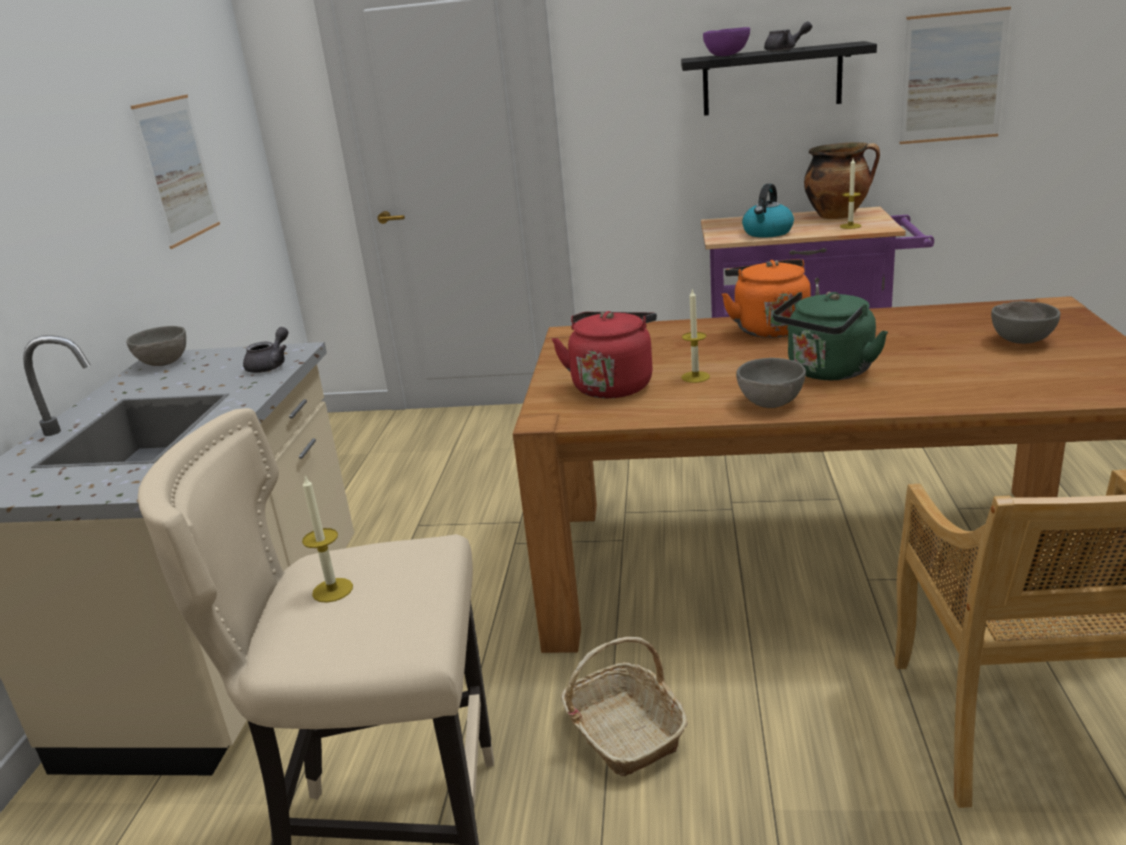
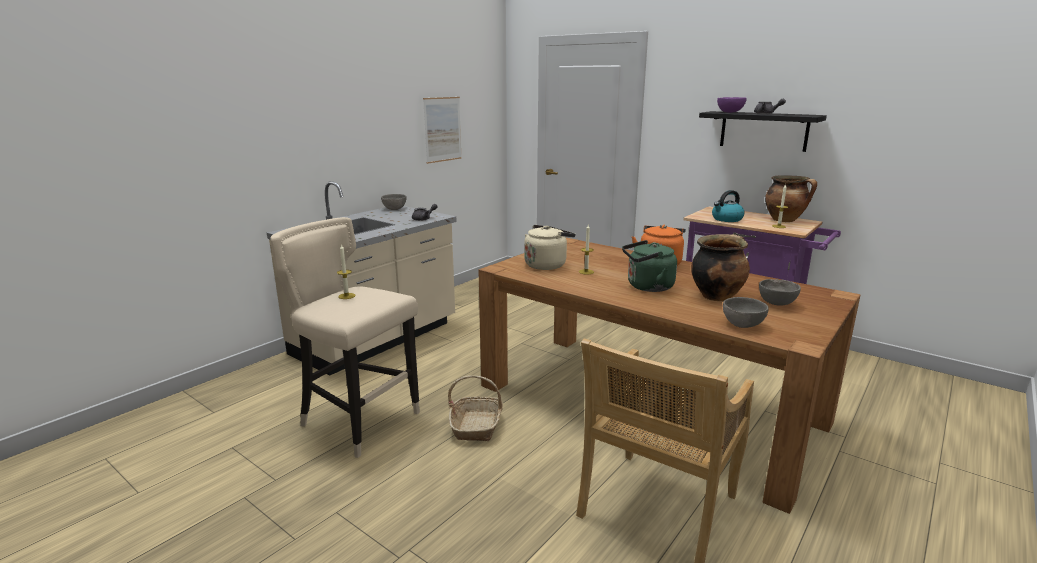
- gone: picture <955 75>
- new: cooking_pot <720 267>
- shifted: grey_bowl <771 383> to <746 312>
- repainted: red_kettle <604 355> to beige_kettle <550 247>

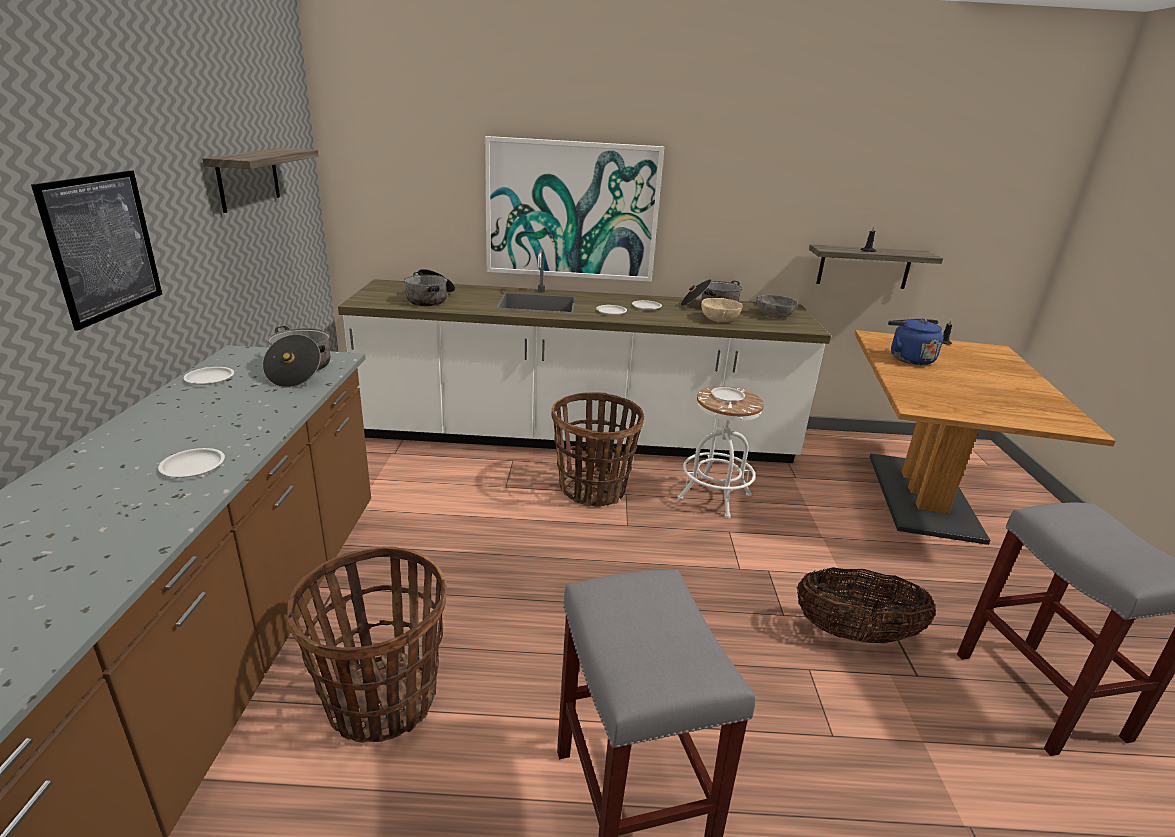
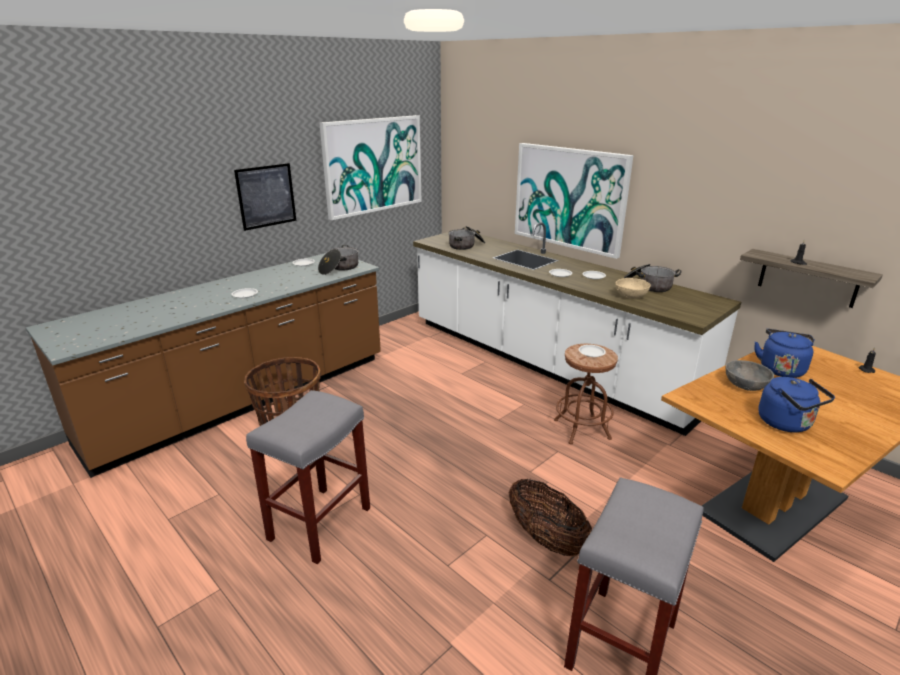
- gone: basket <598 449>
- new: blue_kettle <796 404>
- shifted: grey_bowl <777 306> to <750 375>
- swapped: shelf <260 180> to picture <370 167>
- repainted: white_stool <721 452> to brown_stool <586 394>

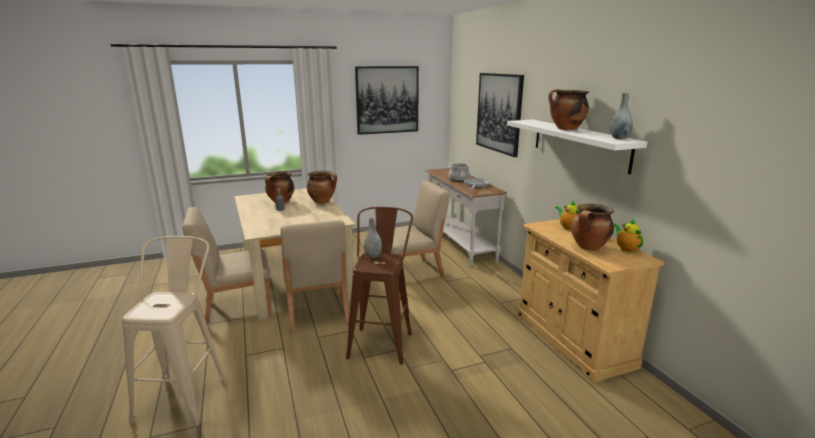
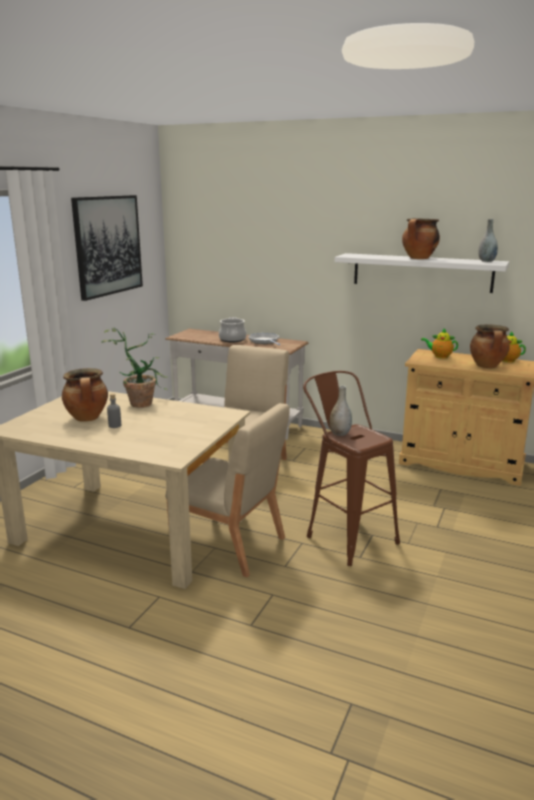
- gone: beige_stool <174 331>
- gone: beige_chair <227 266>
- gone: picture <500 115>
- swapped: cooking_pot <322 187> to potted_plant <135 368>

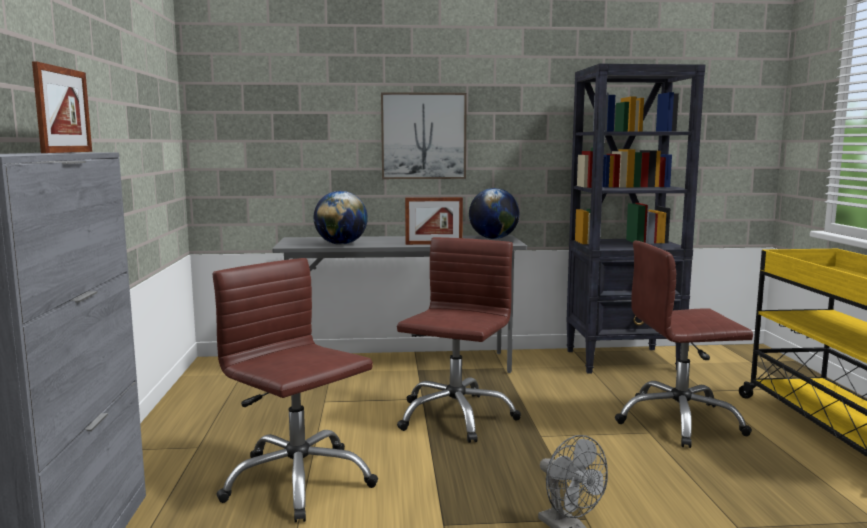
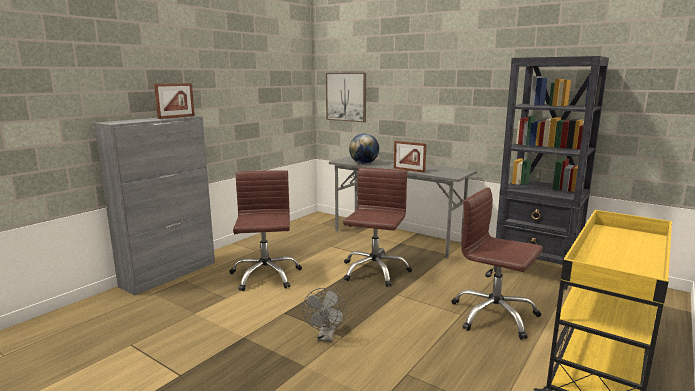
- gone: globe <494 213>
- shifted: picture <424 135> to <346 97>
- rotated: brown_office_chair <459 340> = <377 227> 45 degrees counterclockwise

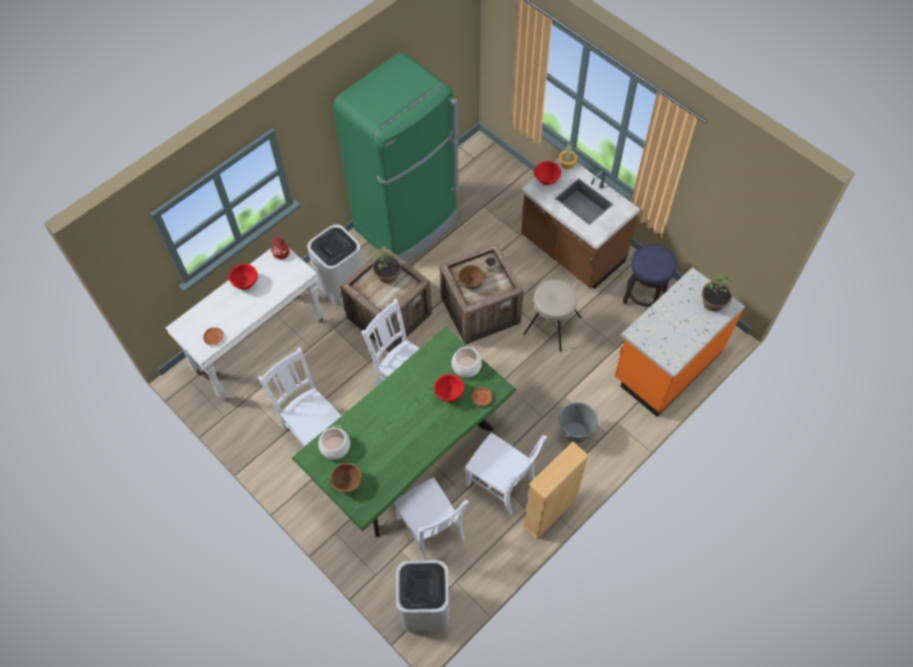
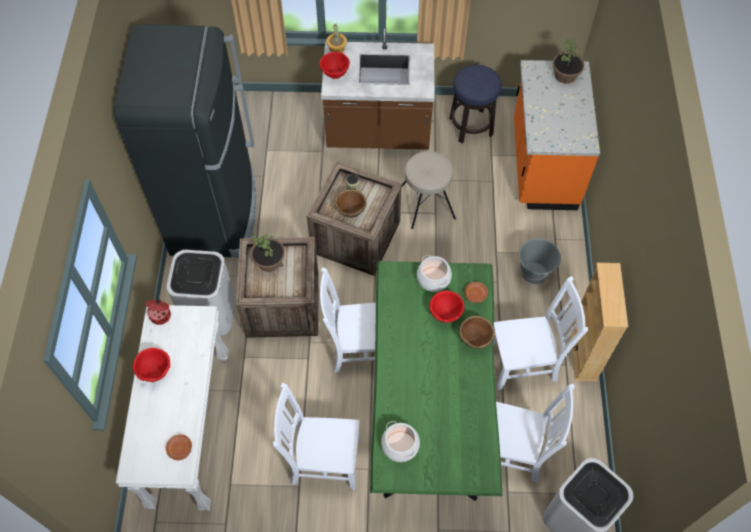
- shifted: brown_bowl <346 478> to <477 332>
- repainted: green_fridge <396 157> to black_fridge <185 140>

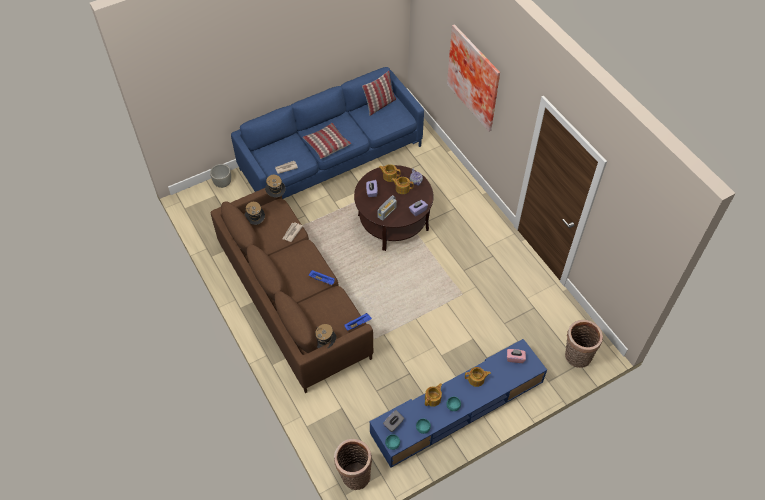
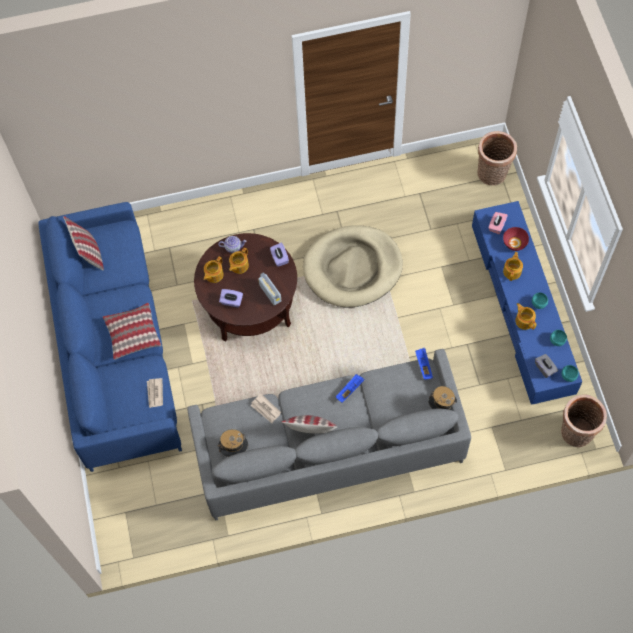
- gone: grey_planter <220 176>
- gone: hat <275 186>
- gone: picture <473 77>
- new: pillow <310 424>
- new: beige_dog_bed <353 266>
- new: red_bowl <516 239>
- repainted: brown_sofa <292 290> to grey_sofa <329 435>

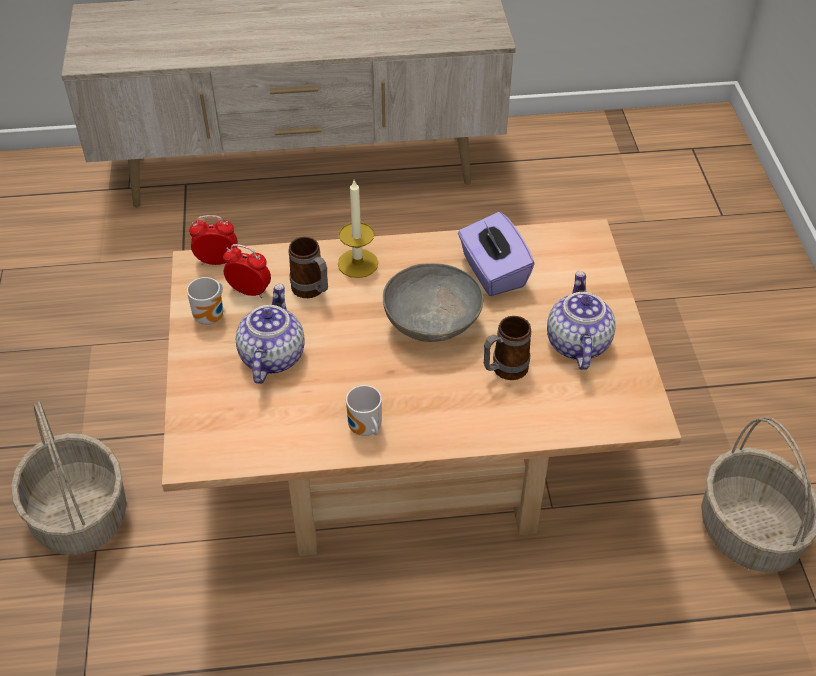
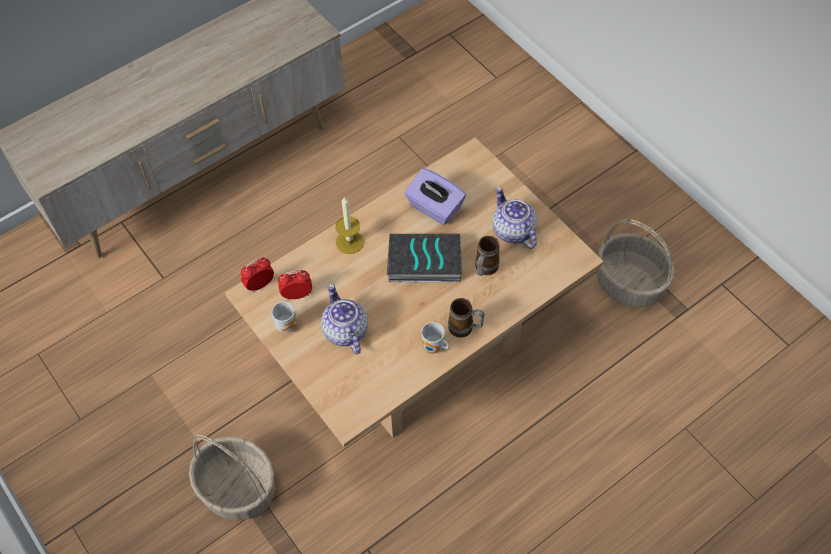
- shifted: mug <308 267> to <466 318>
- swapped: grey_bowl <433 302> to book <424 258>

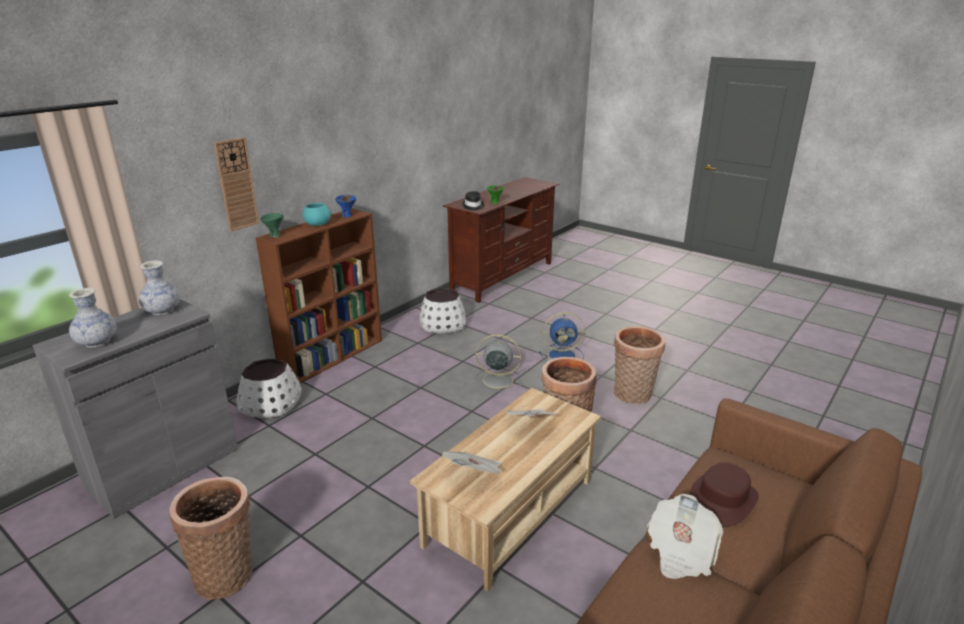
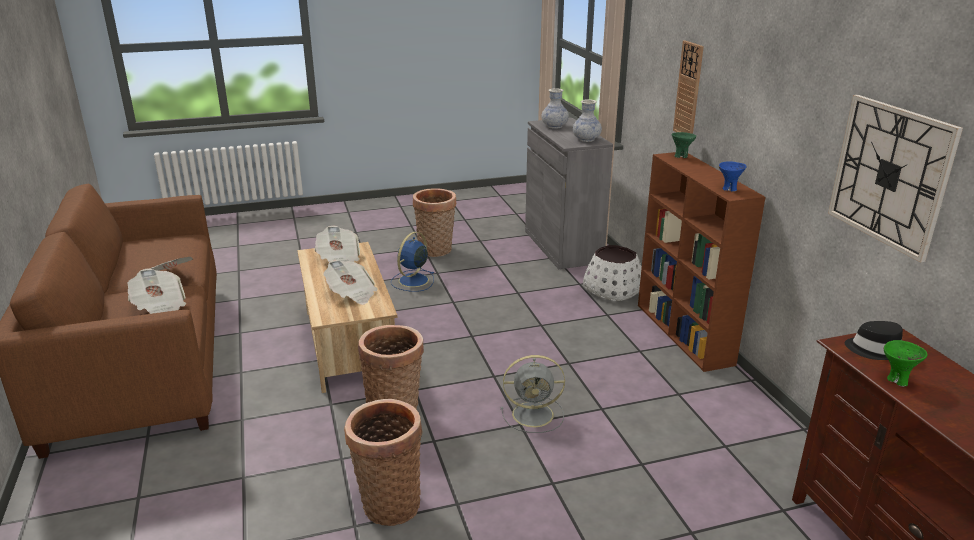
- gone: turquoise_bowl <317 214>
- gone: white_planter <442 310>
- new: wall_clock <895 178>
- shifted: blue_fan <562 337> to <412 262>
- swapped: brown_hat <724 495> to newspaper <156 291>
- rotated: grey_fan <498 363> = <533 394> 45 degrees clockwise

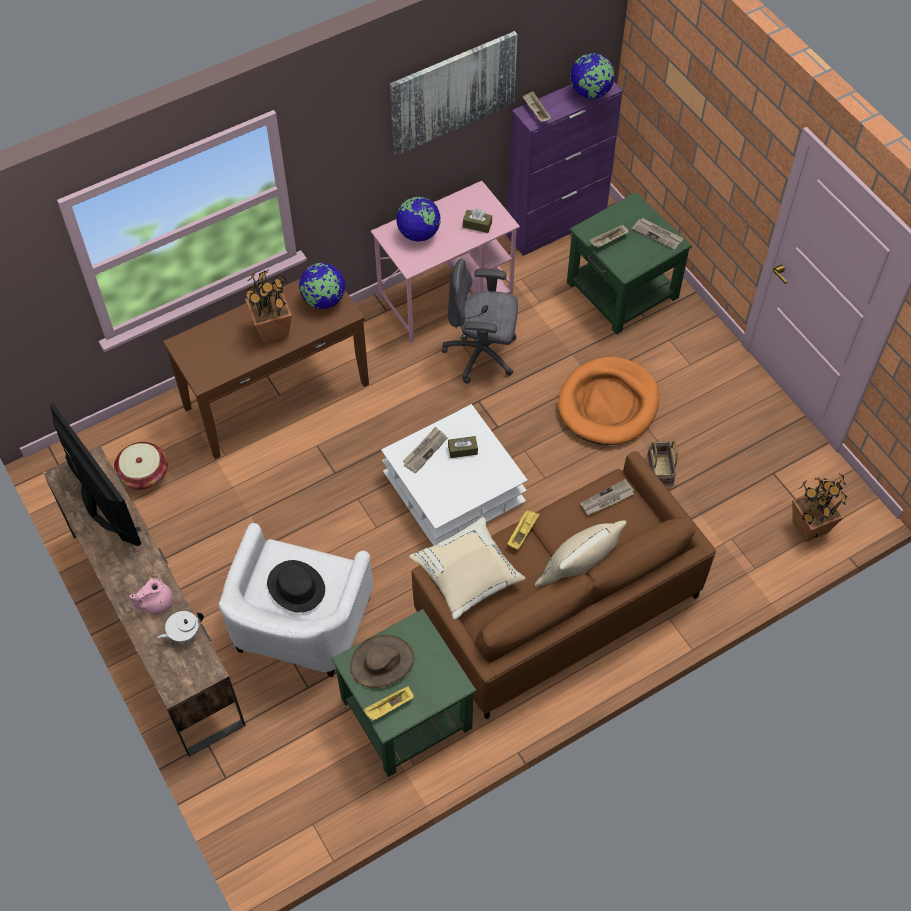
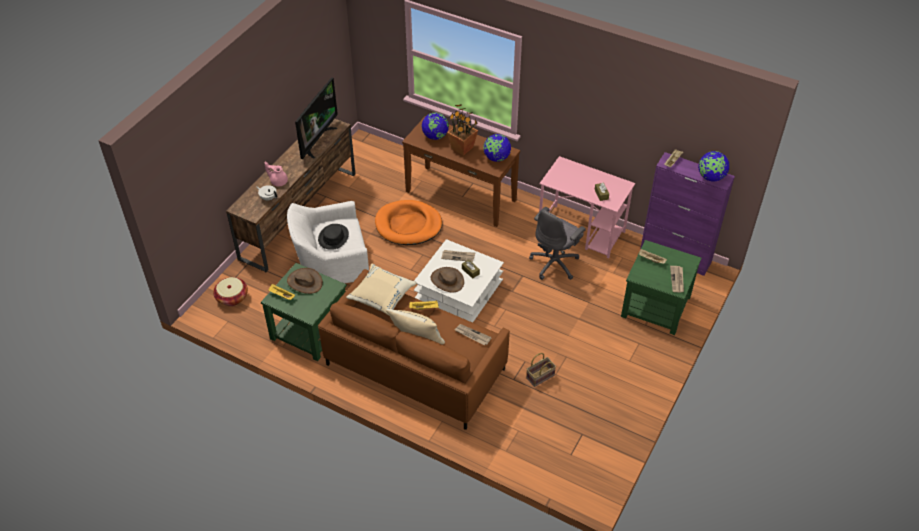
- gone: picture <454 93>
- gone: potted_plant <819 507>
- new: brown_hat <447 279>
- shifted: basket <141 466> to <230 291>
- shifted: globe <418 219> to <435 126>
- shifted: orange_dog_bed <608 401> to <408 222>
- rotated: grey_office_chair <480 321> = <557 243> 120 degrees counterclockwise

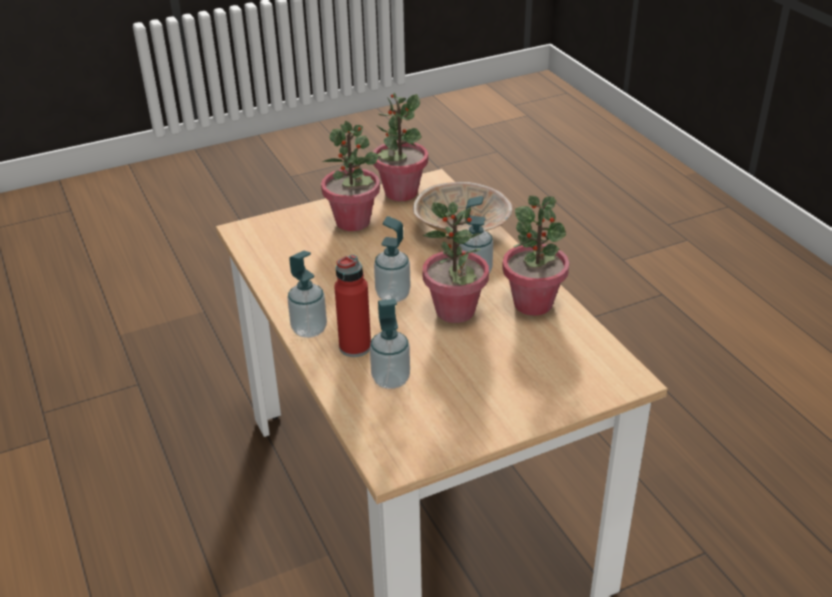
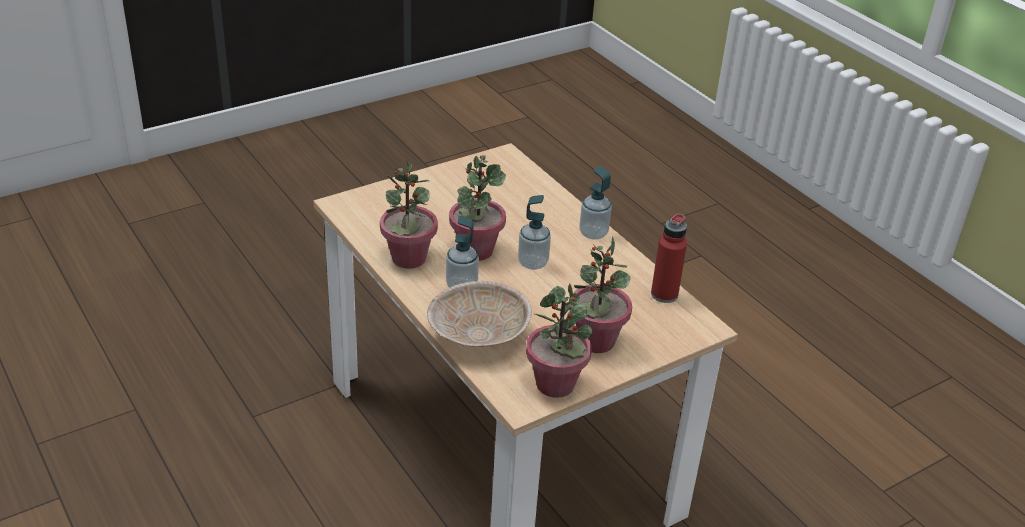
- gone: soap_dispenser <390 344>
- shifted: red_bottle <352 306> to <669 258>

